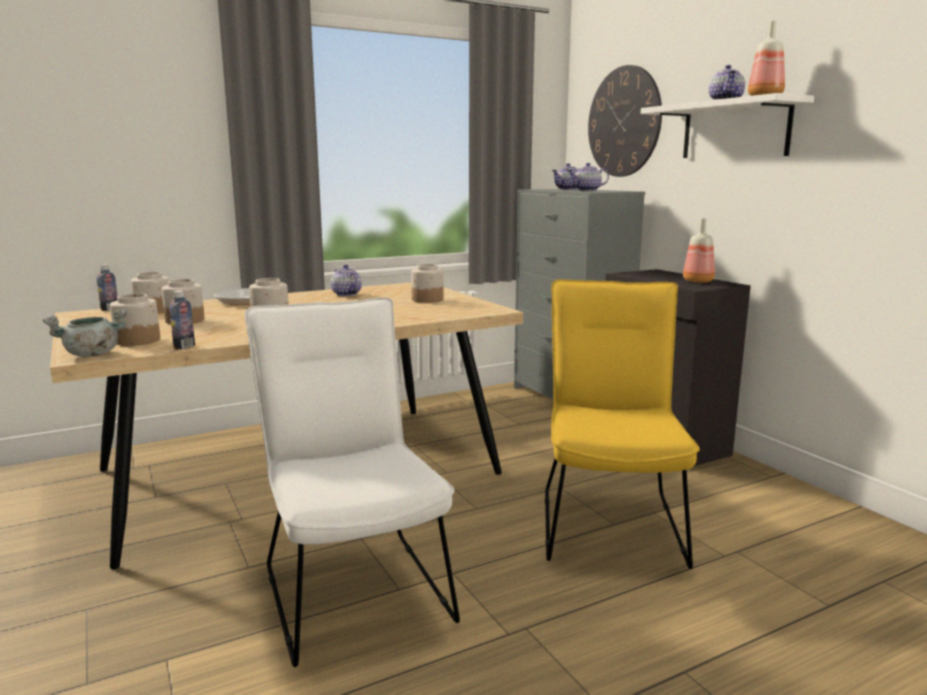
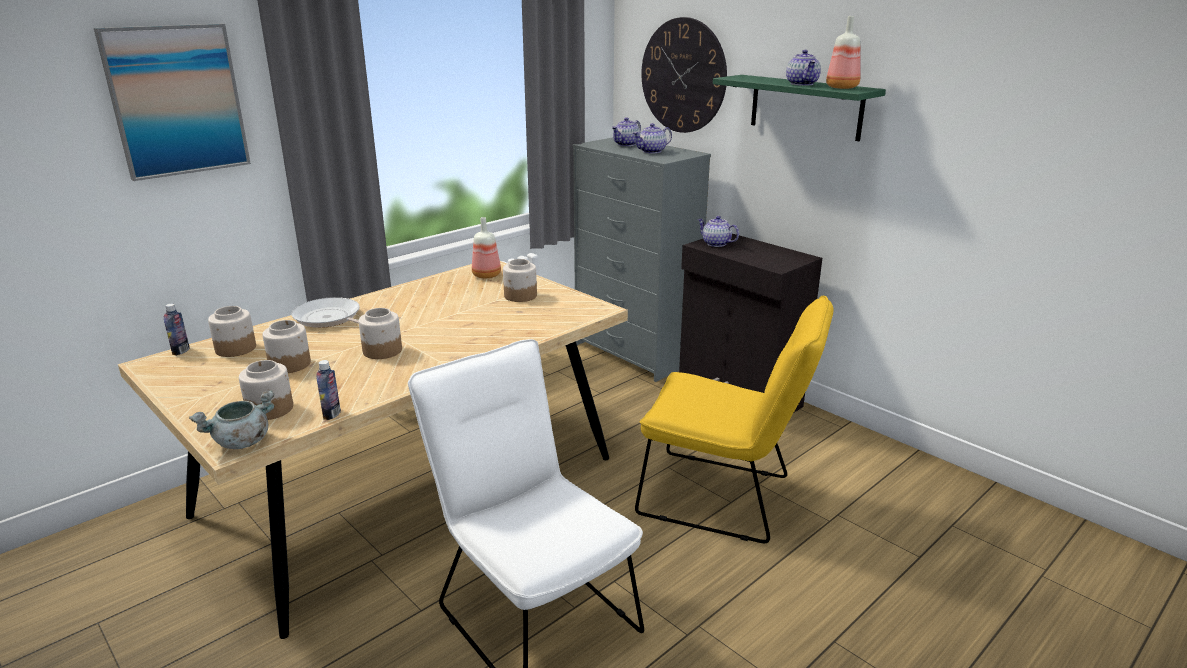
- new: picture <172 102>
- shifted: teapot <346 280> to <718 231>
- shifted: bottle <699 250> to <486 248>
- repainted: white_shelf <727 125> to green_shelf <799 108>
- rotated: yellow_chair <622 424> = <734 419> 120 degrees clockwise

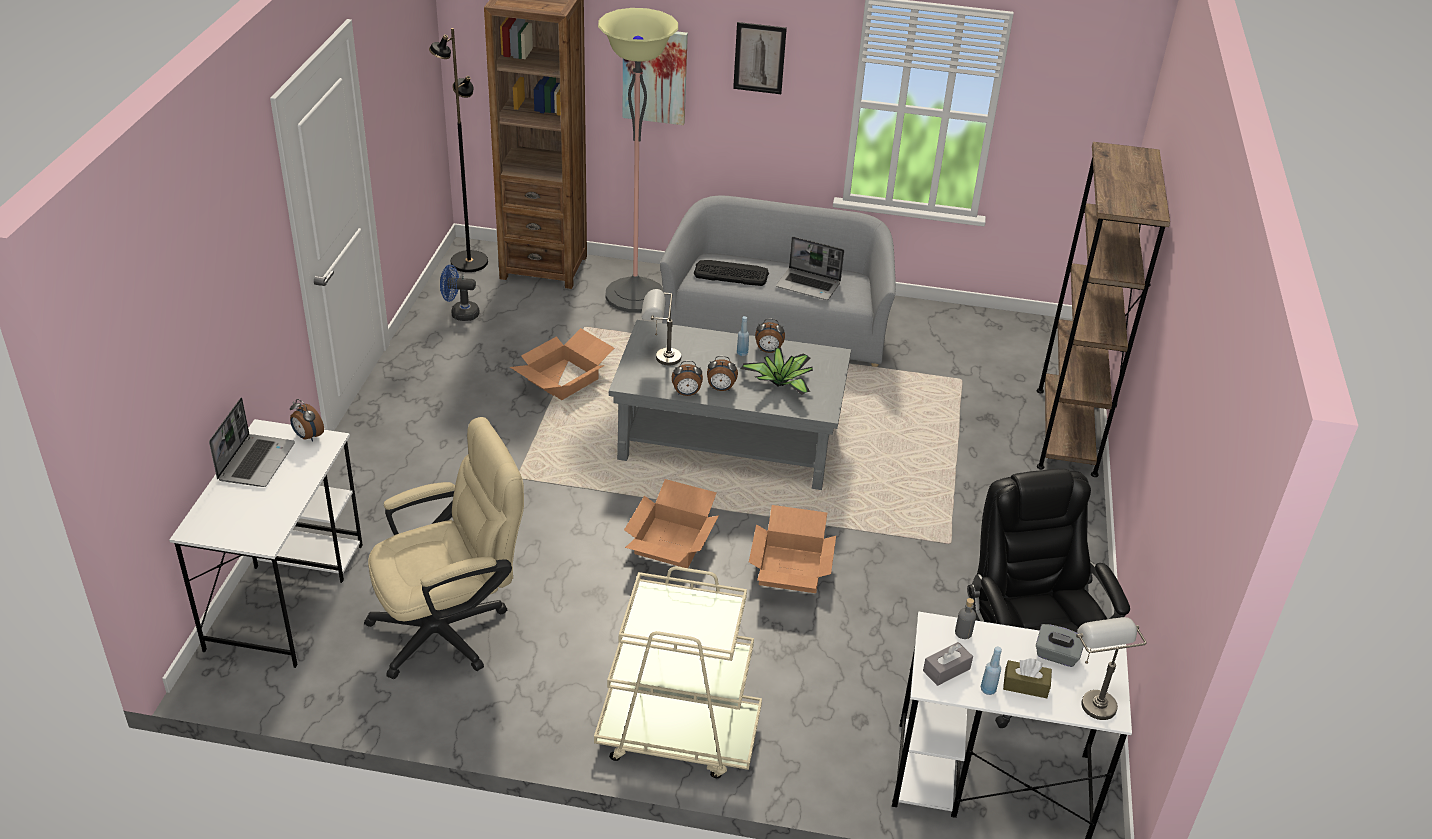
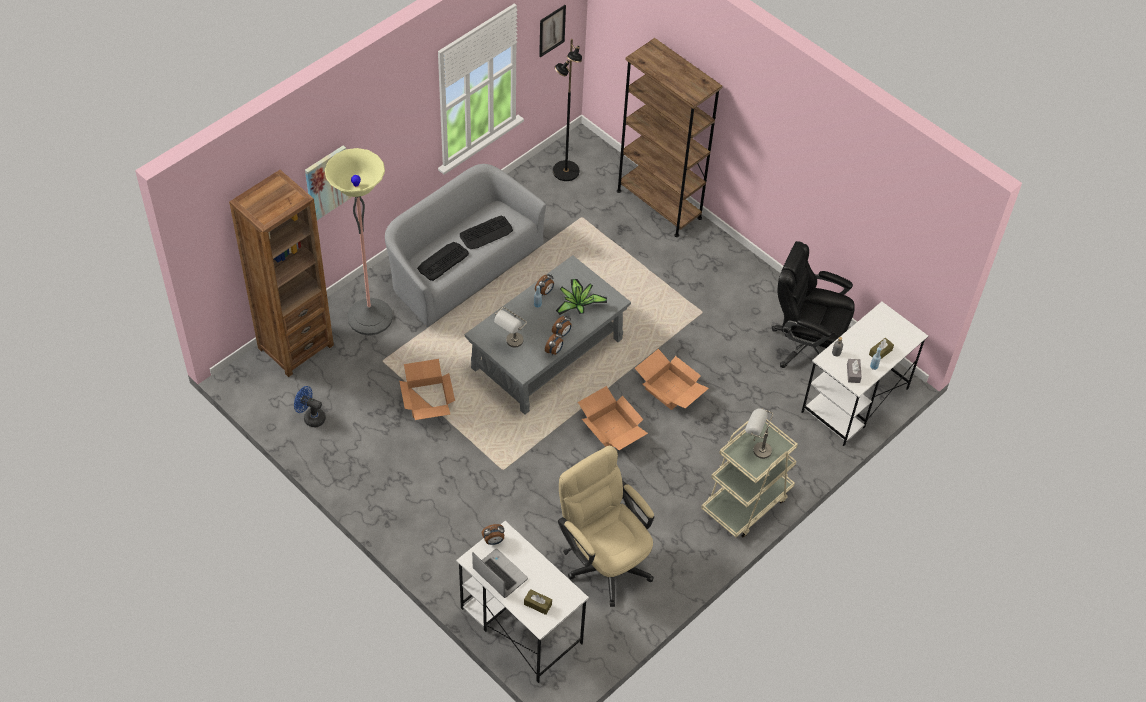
- gone: grey_tissue_box <1060 645>
- new: brown_tissue_box <538 602>
- shifted: black_floor_lamp <458 150> to <567 110>
- shifted: picture <760 58> to <552 31>
- shifted: grey_table_lamp <1111 668> to <759 433>
- swapped: laptop <810 268> to keyboard <486 232>
- rotated: beige_office_chair <444 548> = <606 526> 45 degrees counterclockwise
- rotated: blue_fan <460 293> = <310 406> 75 degrees clockwise

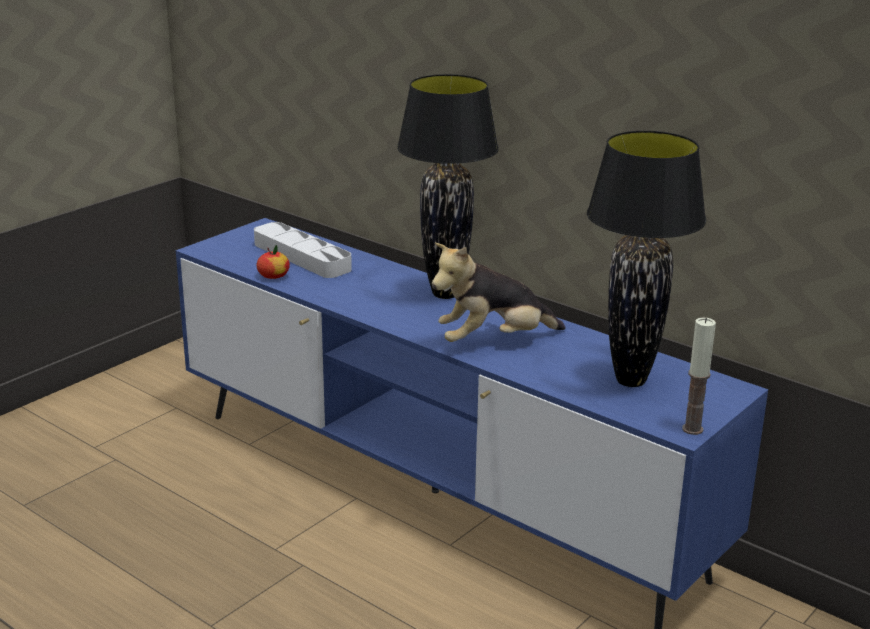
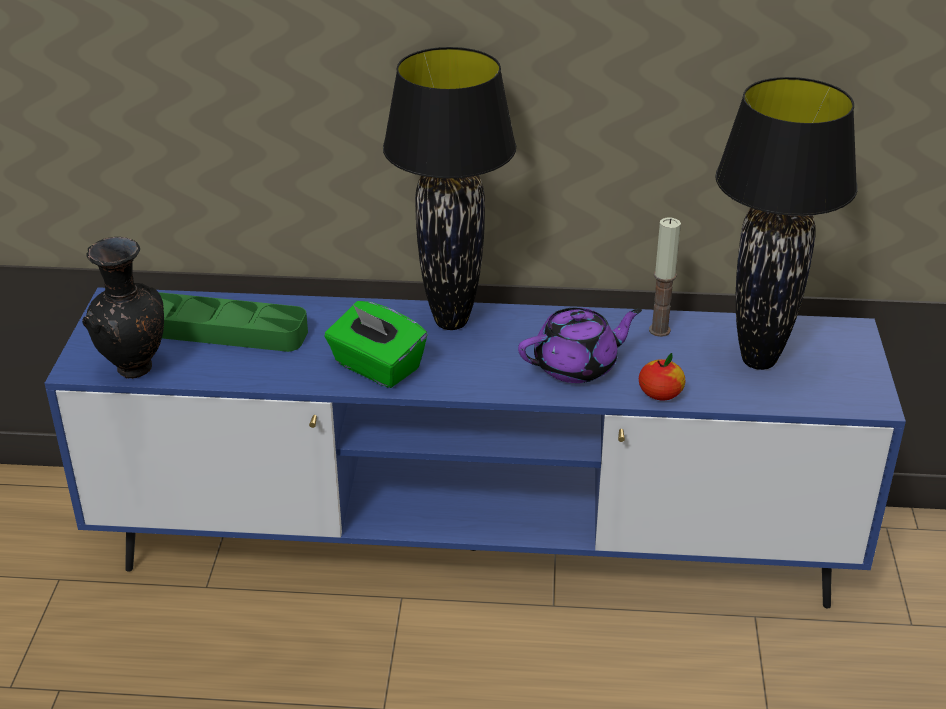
- new: black_vase <123 308>
- new: green_tissue_box <376 344>
- shifted: apple <273 262> to <662 377>
- shifted: candle <699 376> to <665 277>
- swapped: plush_toy <499 292> to purple_teapot <580 345>
- repainted: grey_tray <303 250> to green_tray <233 322>

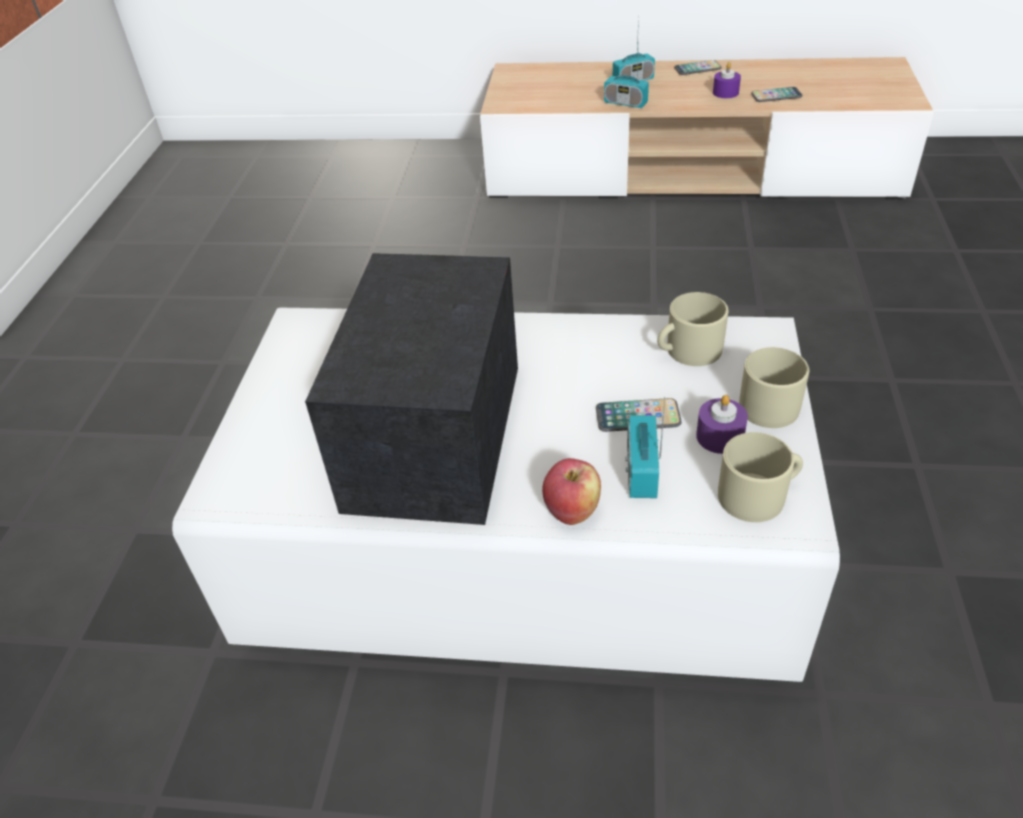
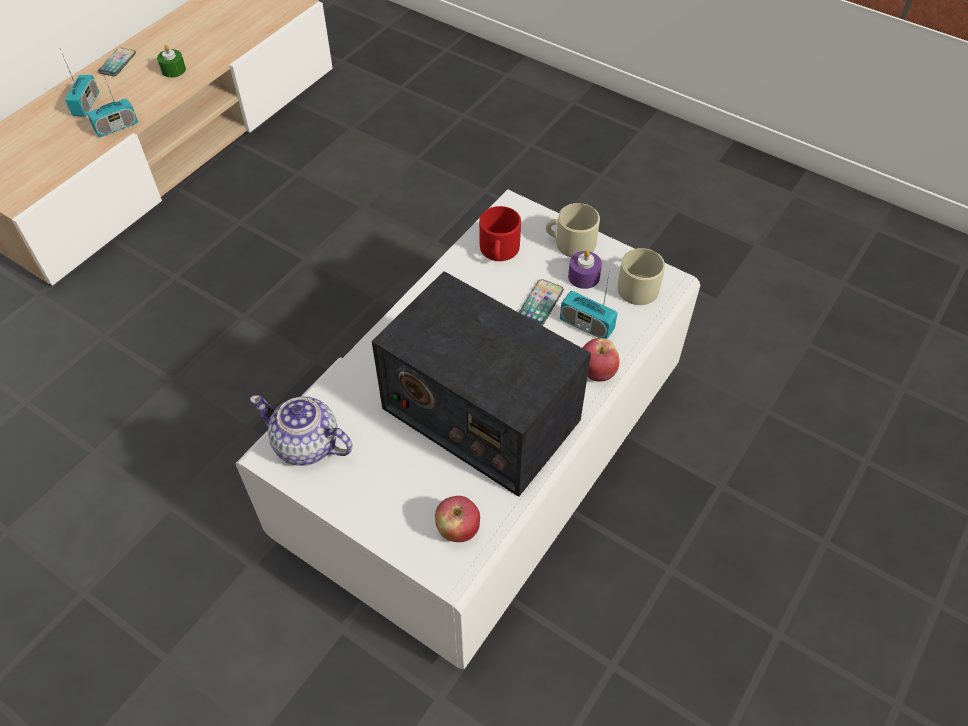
- gone: phone <776 94>
- new: teapot <301 430>
- new: apple <457 519>
- repainted: beige_mug <692 329> to red_mug <500 233>
- repainted: purple_candle <727 80> to green_candle <171 61>

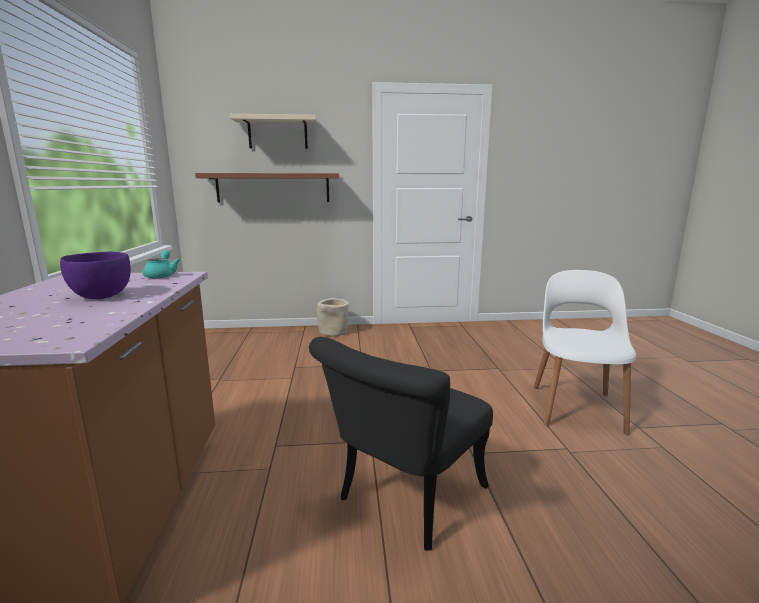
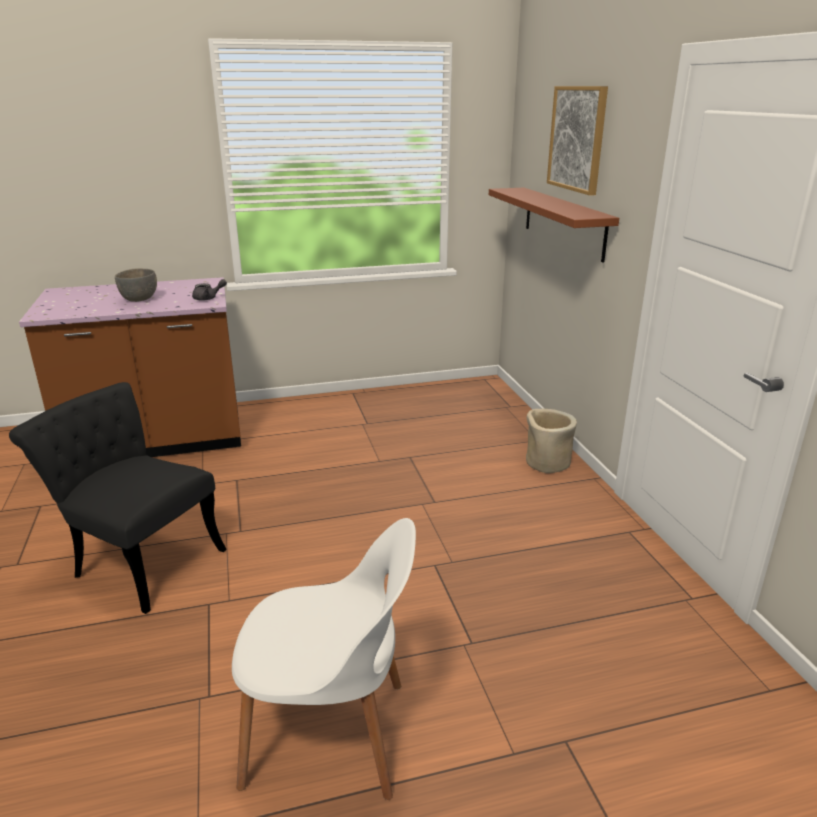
- swapped: beige_shelf <273 131> to picture <577 140>
- repainted: purple_bowl <95 275> to grey_bowl <136 285>
- repainted: turquoise_teapot <161 264> to grey_teapot <209 290>

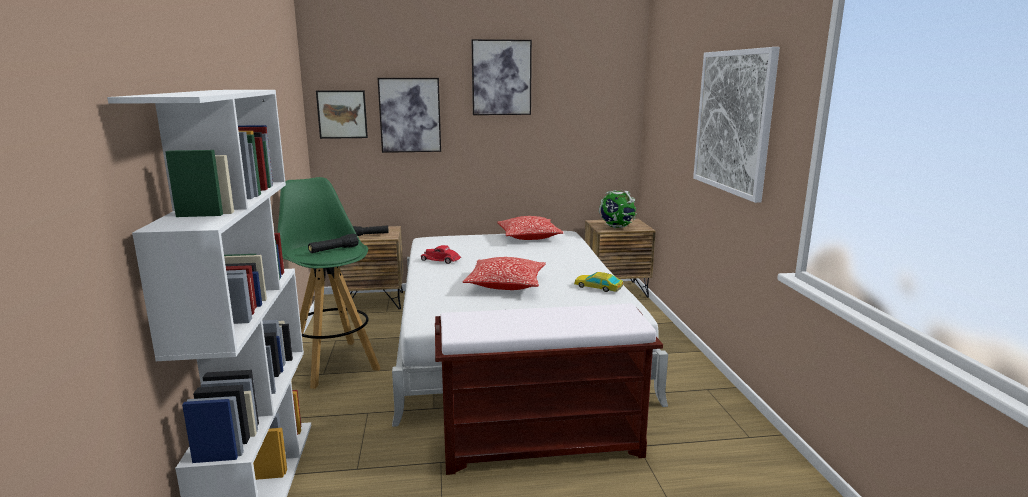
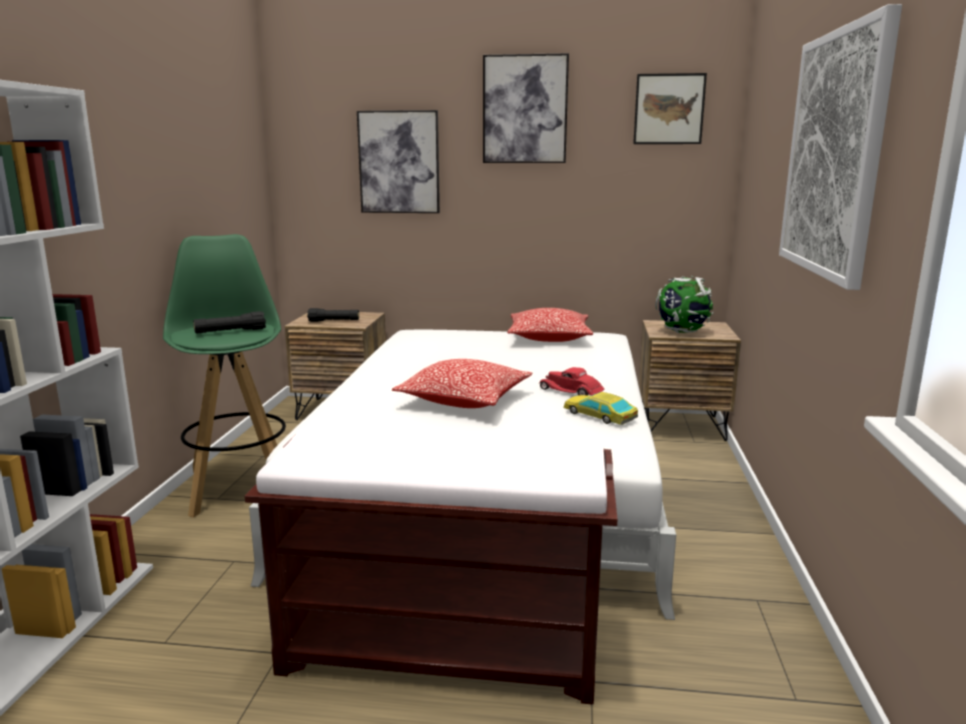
- shifted: picture <342 114> to <670 108>
- shifted: red_toy_car <440 254> to <572 381>

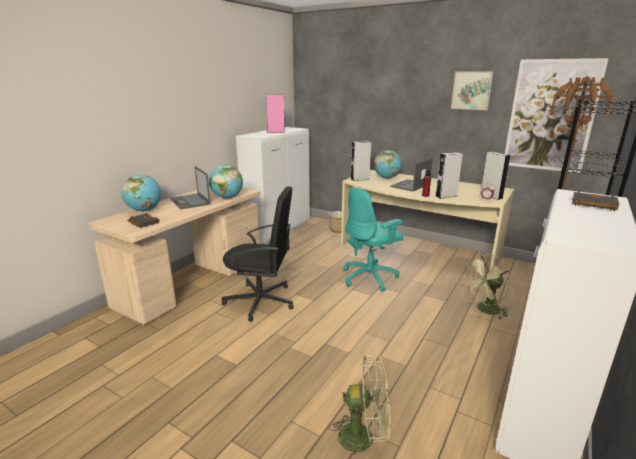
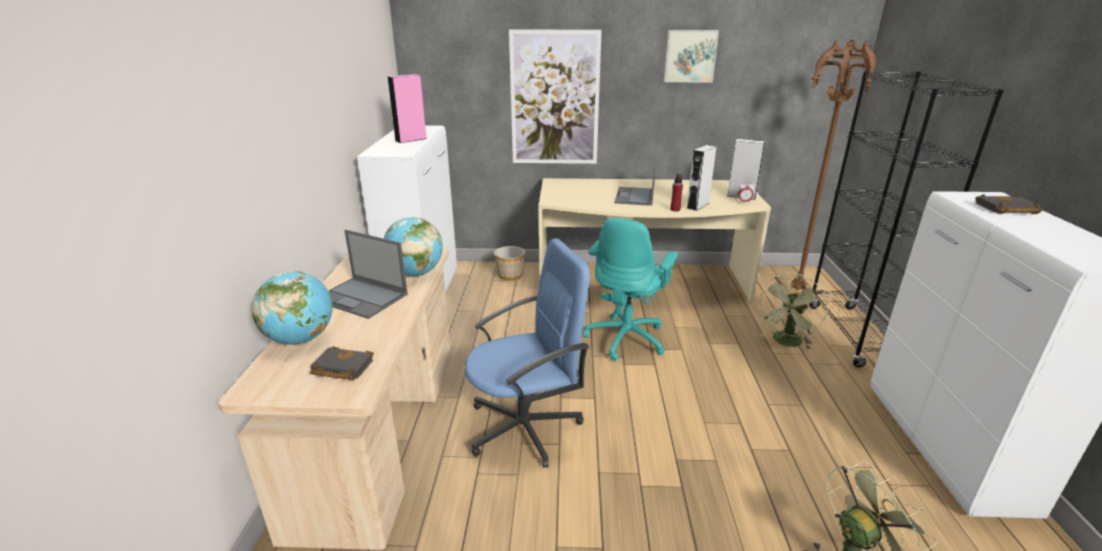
- gone: grey_speaker <361 161>
- gone: globe <388 164>
- shifted: picture <557 115> to <555 97>
- repainted: black_office_chair <257 254> to blue_office_chair <527 353>

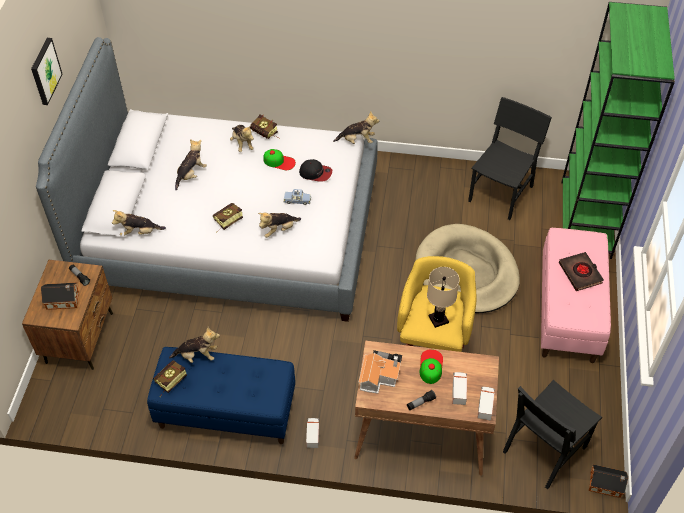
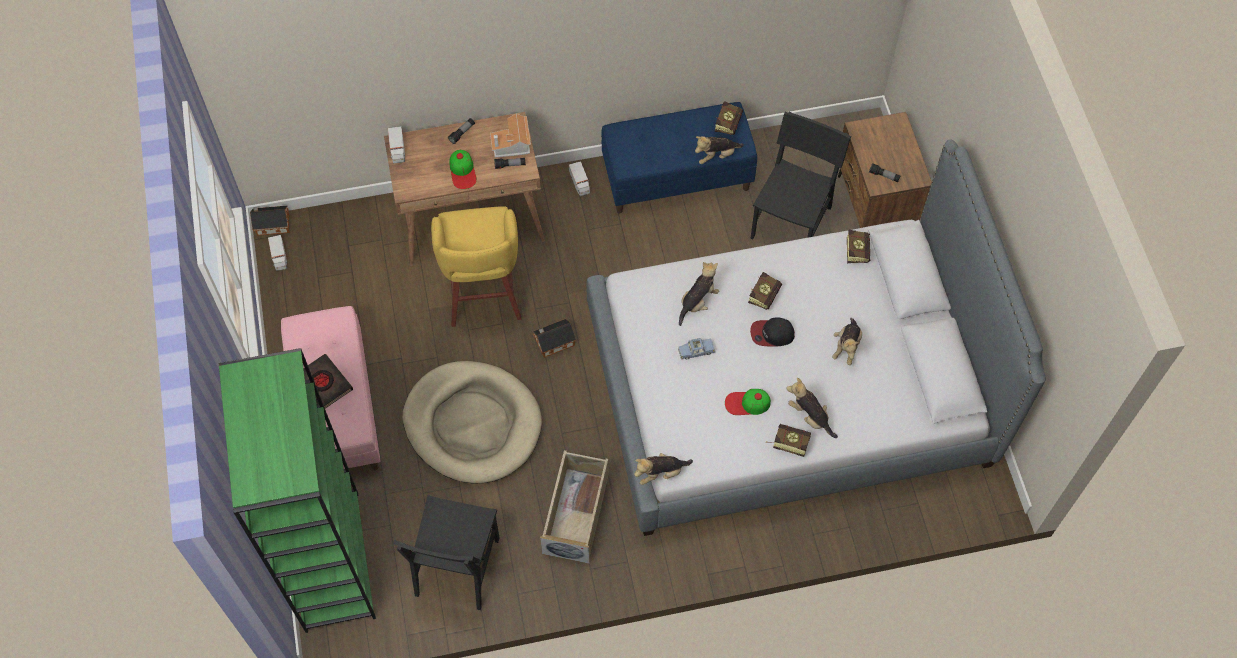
- gone: picture <47 71>
- gone: beige_table_lamp <443 297>
- new: beige_storage_box <574 507>
- shifted: toy_house <60 296> to <554 338>
- shifted: cap <315 170> to <772 332>
- shifted: toy_truck <459 388> to <277 253>
- shifted: black_chair <552 434> to <800 175>
- swapped: plush_toy <139 223> to book <858 246>

